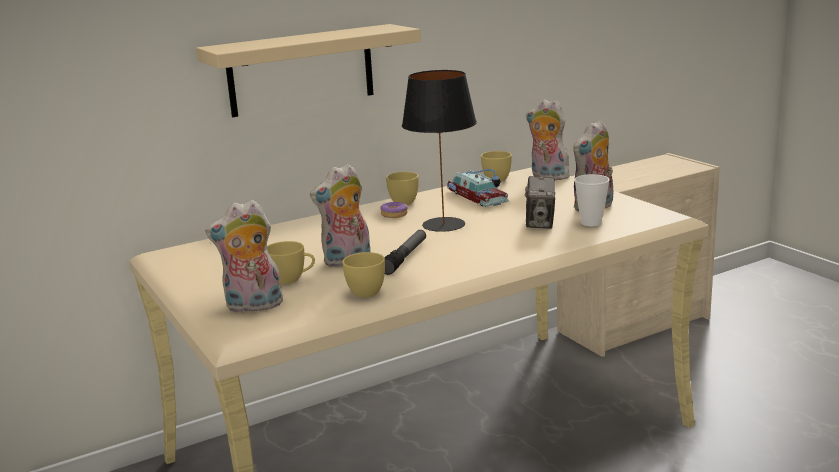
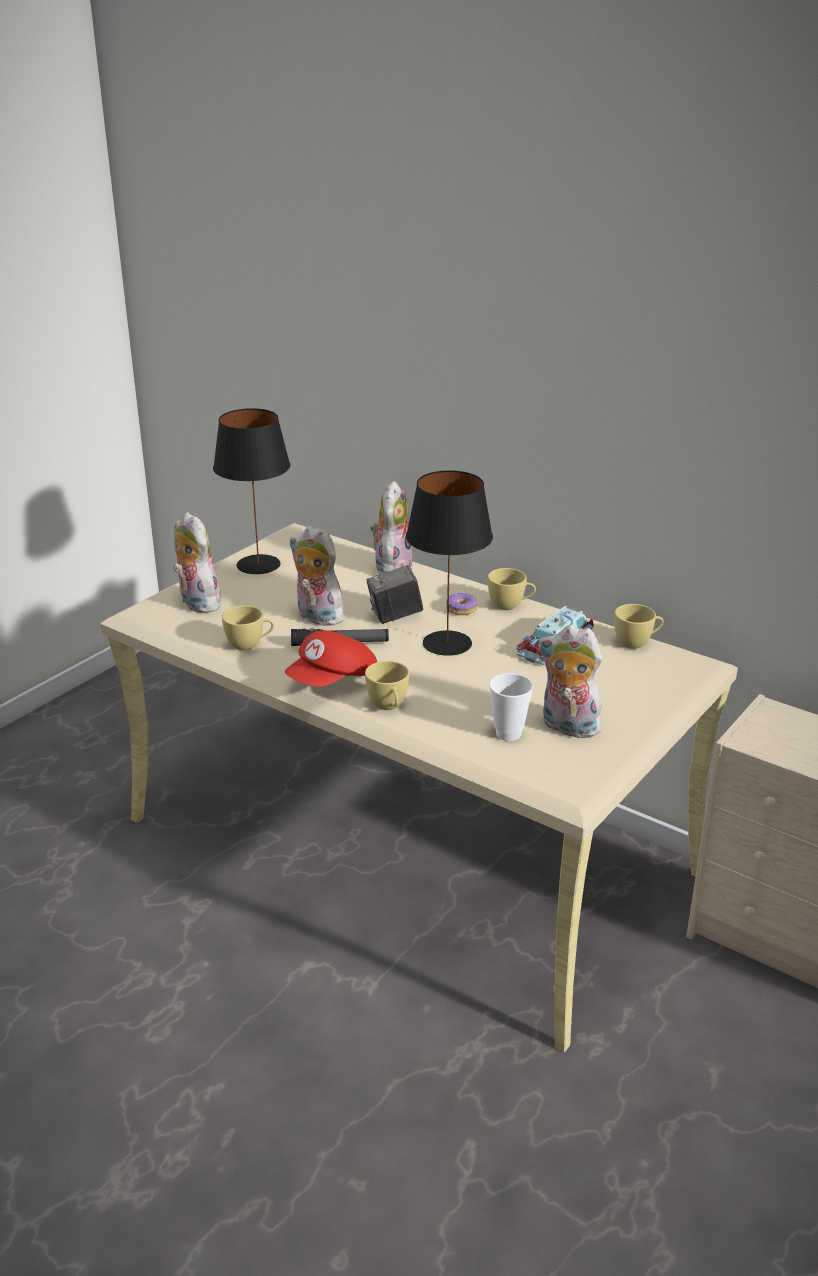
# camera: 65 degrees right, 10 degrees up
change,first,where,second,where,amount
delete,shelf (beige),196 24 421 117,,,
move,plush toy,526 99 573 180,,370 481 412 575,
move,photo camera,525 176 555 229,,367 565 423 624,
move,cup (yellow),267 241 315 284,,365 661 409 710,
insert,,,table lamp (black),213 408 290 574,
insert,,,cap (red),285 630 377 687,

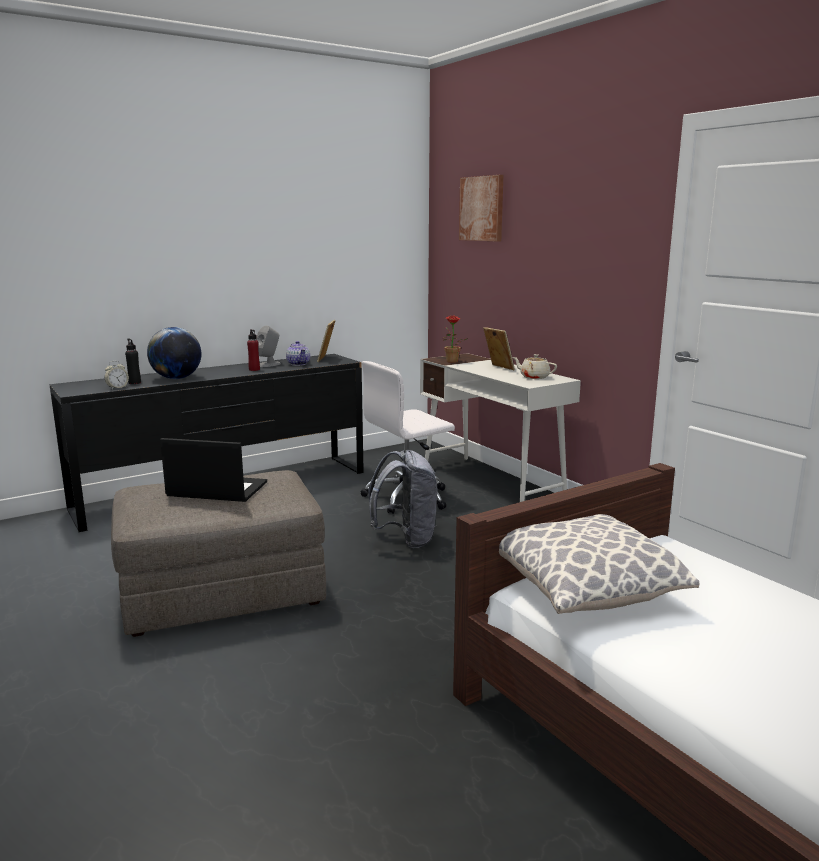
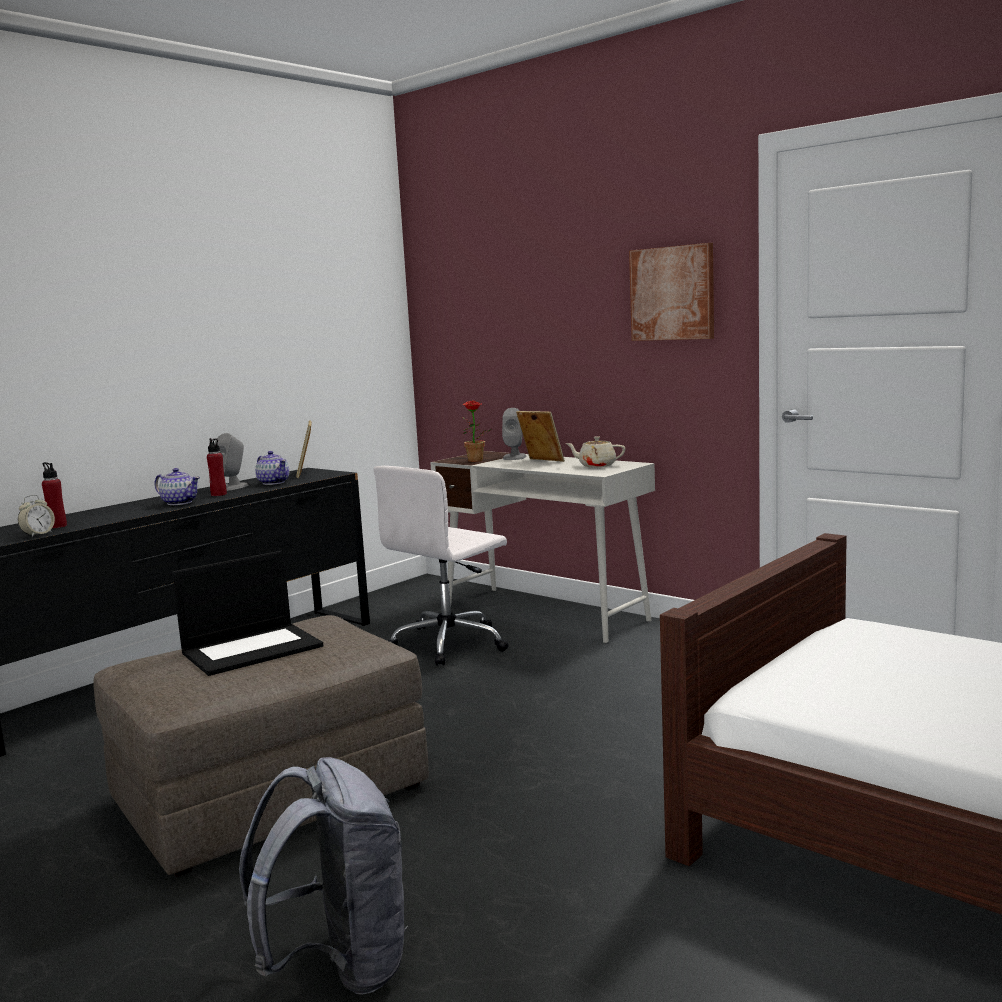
# camera: 15 degrees left, 5 degrees down
change,first,where,second,where,amount
move,picture,459 175 503 241,,629 243 714 341,
delete,globe,147 327 201 379,,,
recolor,bottle (black),125 339 141 384,bottle (red),42 462 67 528,
rotate,laptop,160 438 267 502,,172 551 323 676,150 degrees clockwise
move,backpack (grey),368 450 437 548,,239 757 408 995,
delete,pillow,499 514 699 614,,,
insert,,,speaker (grey),502 408 527 460,
insert,,,teapot,155 468 200 505,

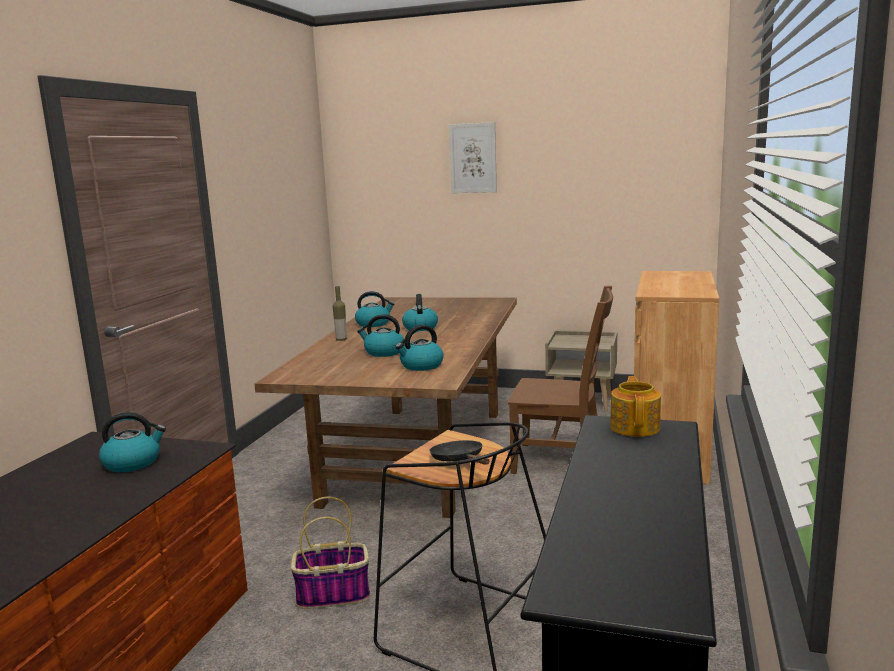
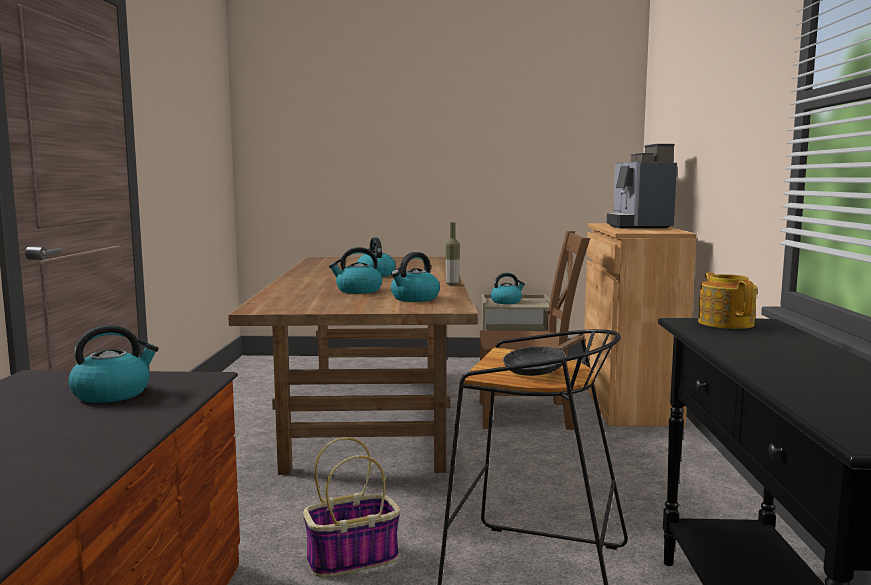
# camera: 15 degrees left, 5 degrees down
change,first,where,second,where,amount
delete,picture,449 122 497 193,,,
move,bottle,333 286 347 341,,445 222 460 285,
move,kettle,355 291 394 327,,491 273 525 304,
rotate,frying pan (black),429 440 489 465,,503 335 585 376,90 degrees counterclockwise
insert,,,coffee machine,607 144 677 229,

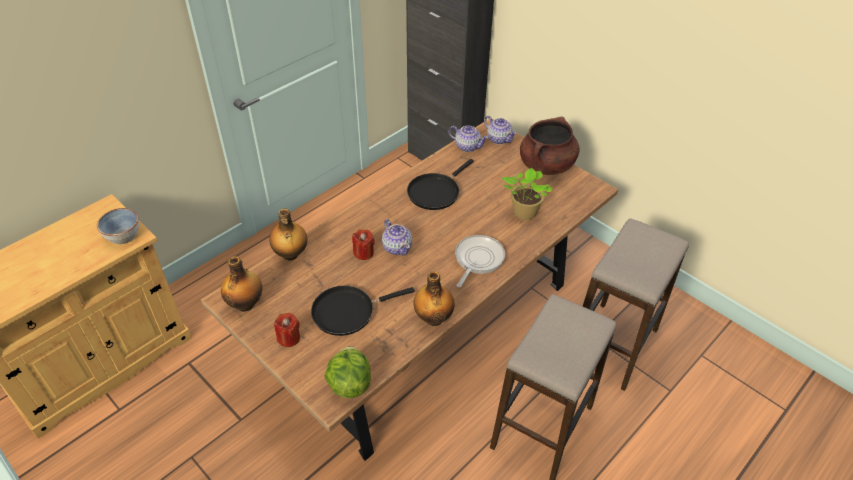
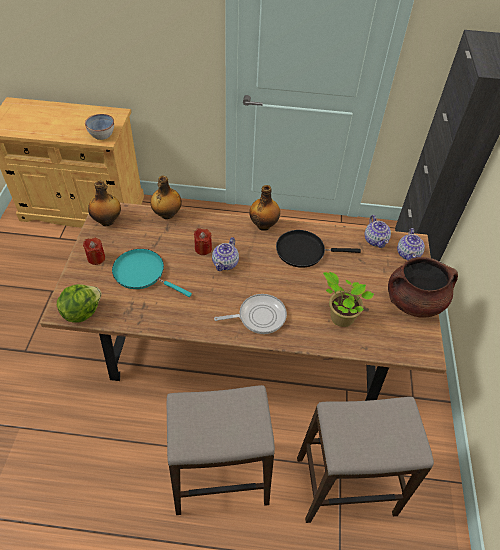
# camera: 50 degrees right, 5 degrees up
change,first,where,second,where,amount
move,bottle,414 271 455 326,,249 185 280 231,
recolor,frying pan (black),311 285 415 336,frying pan (turquoise),112 249 192 297,

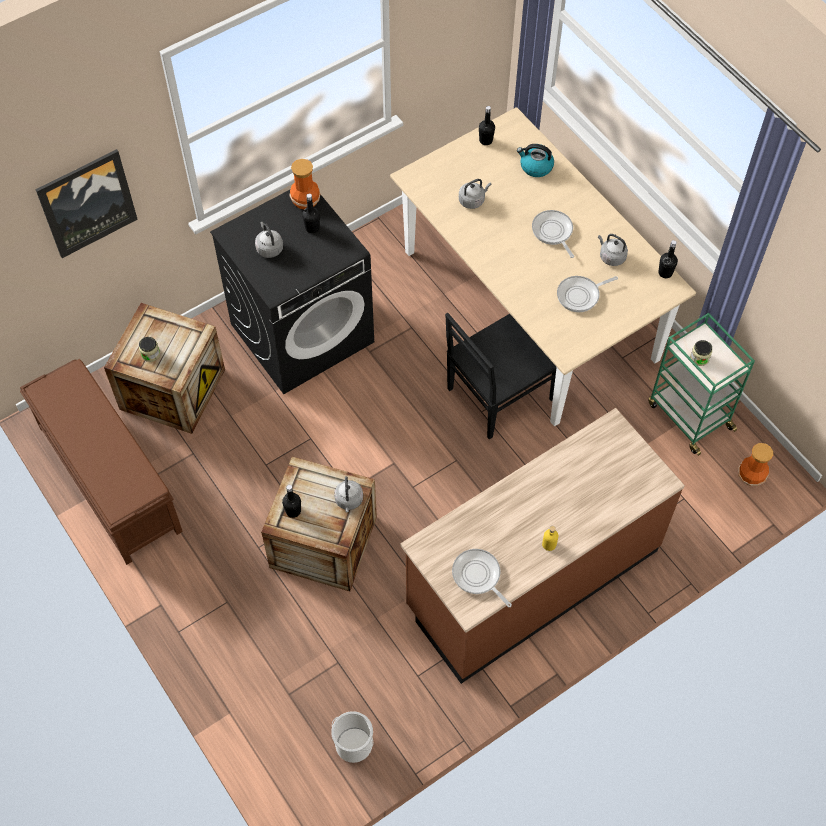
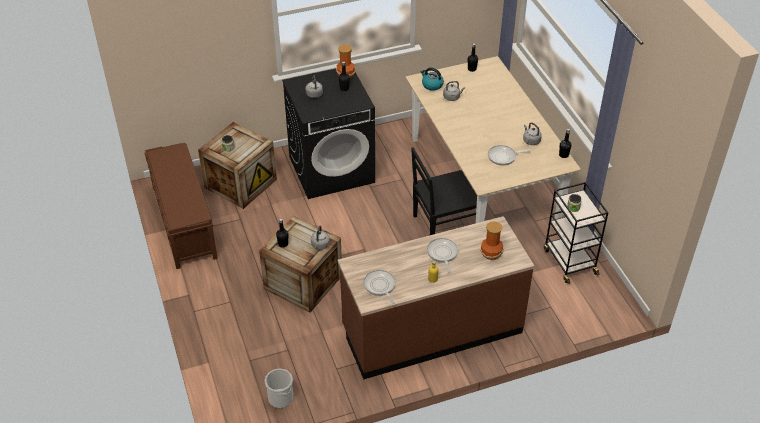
# camera: 15 degrees right, 15 degrees down
change,first,where,second,where,amount
move,kettle,517 144 554 177,,421 67 444 91,
delete,picture,35 149 138 258,,,
move,frying pan,532 210 574 258,,427 238 458 273,
recolor,cart (green),648 313 755 456,cart (black),544 182 608 284,
move,vase,738 443 773 486,,480 221 504 260,

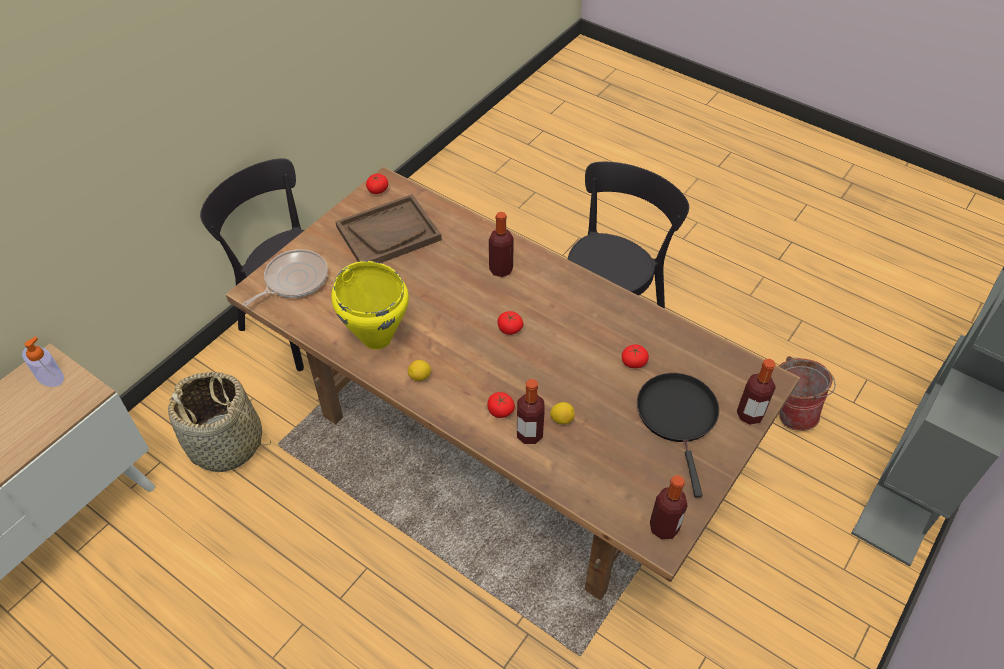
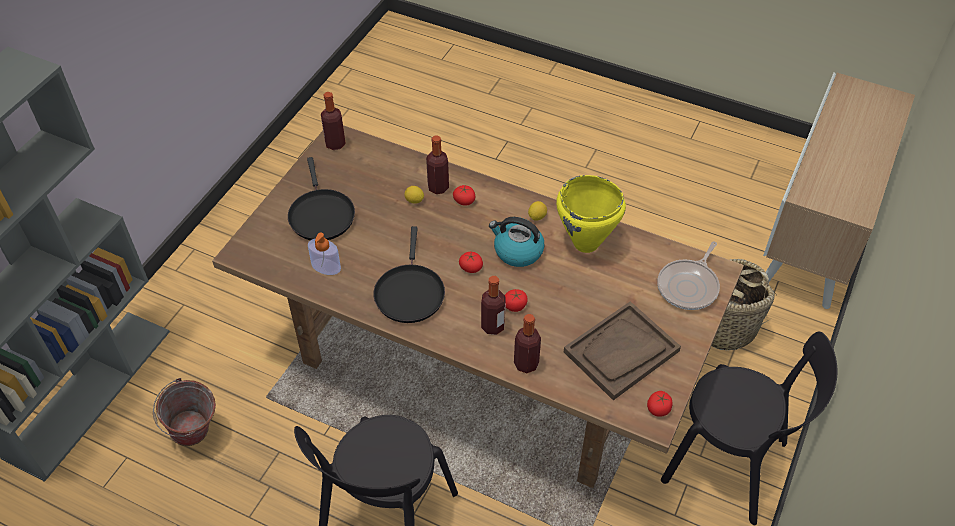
# camera: 170 degrees right, 0 degrees up
change,first,where,second,where,amount
move,soap dispenser,22 336 64 387,,308 233 341 275,
move,tomato,622 344 649 368,,505 289 528 312,
move,bottle,737 359 776 425,,514 314 541 373,
insert,,,kettle,489 217 544 267,
insert,,,frying pan (black),374 226 445 323,

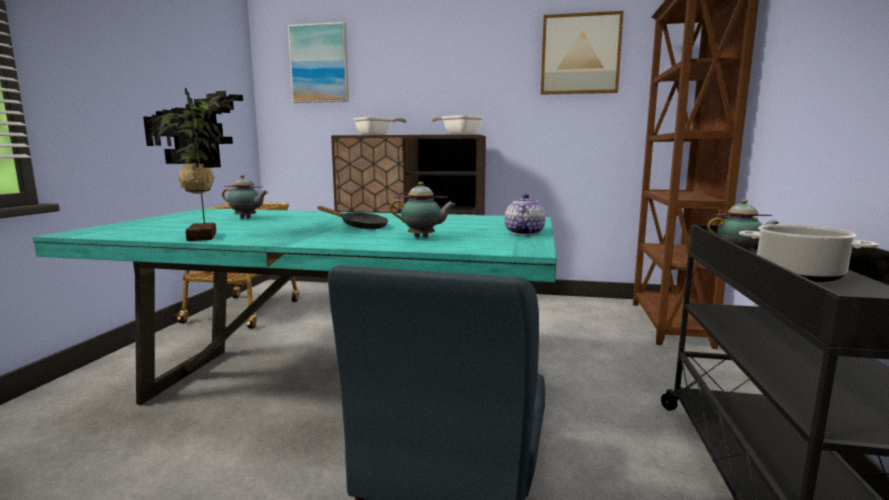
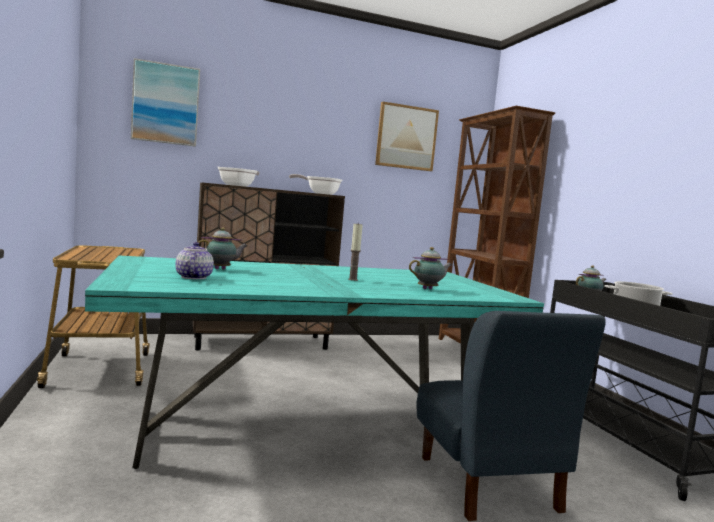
# camera: 30 degrees left, 5 degrees down
change,first,where,second,where,amount
delete,potted plant,143 88 243 241,,,
move,teapot,505 193 546 235,,175 242 214 279,
replace,frying pan (black),318 206 388 229,candle,348 222 363 281,

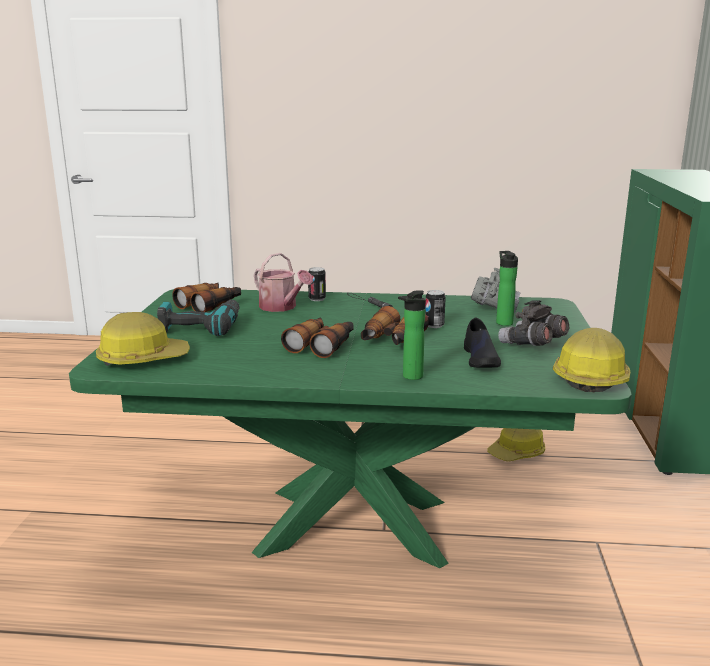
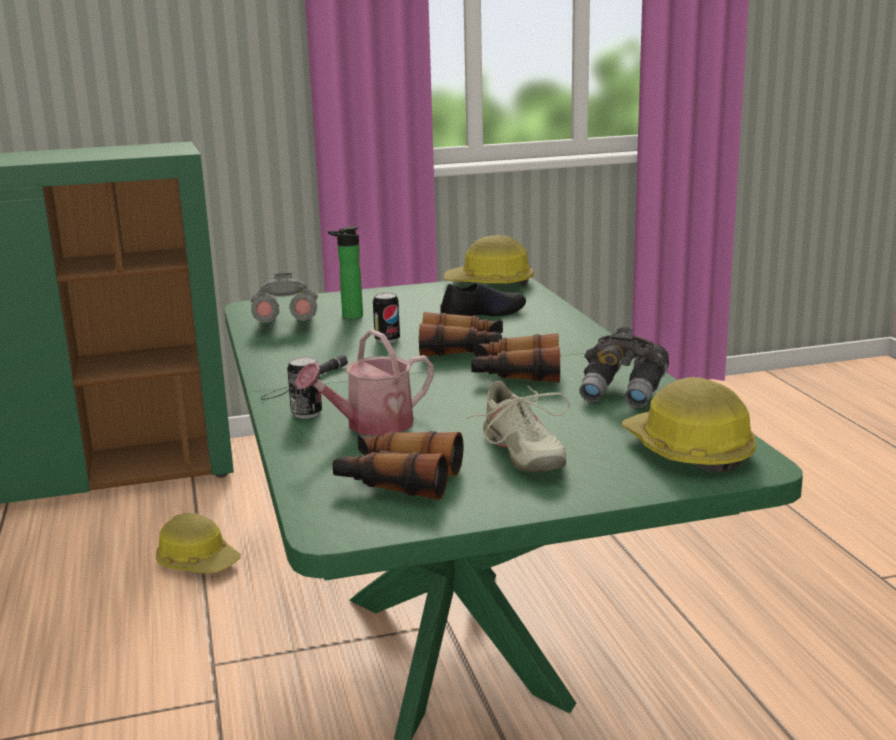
# camera: 110 degrees left, 0 degrees up
change,first,where,second,where,amount
rotate,watering can,254 253 313 312,,295 329 434 436,150 degrees counterclockwise
delete,bottle,398 290 426 380,,,
replace,power drill,157 299 240 336,shoe (beige),466 381 569 472,
move,binoculars (grey),498 300 569 346,,579 327 669 408,

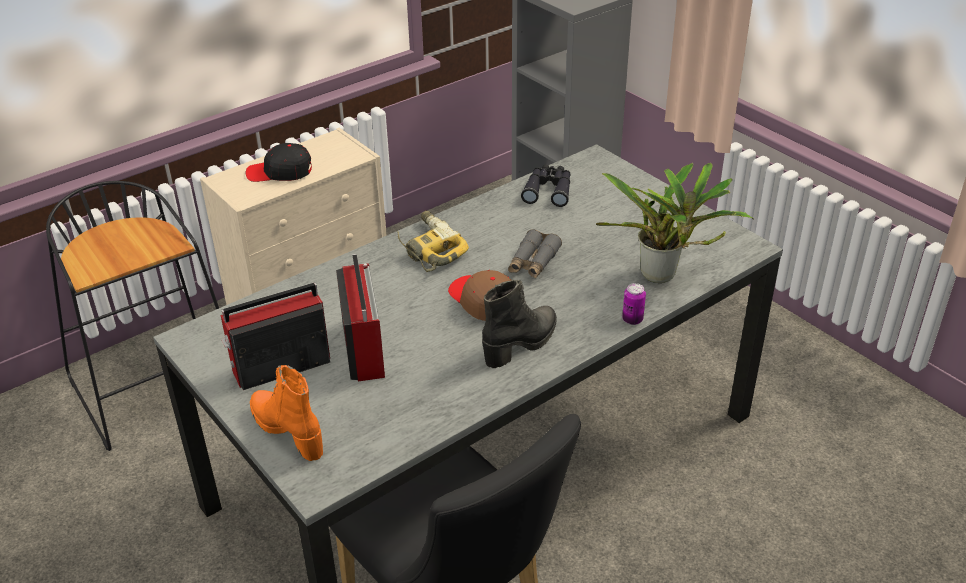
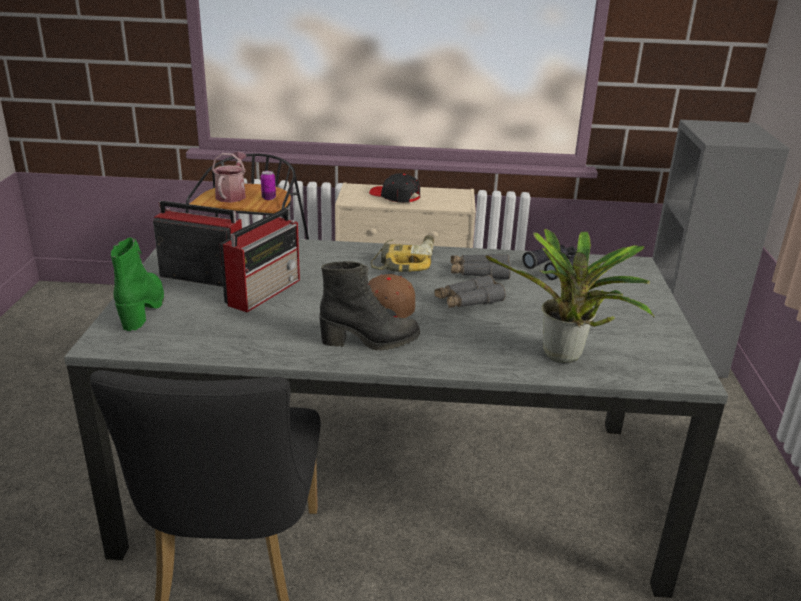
# camera: 40 degrees right, 10 degrees down
change,first,where,second,where,amount
move,can,622 283 646 325,,261 171 276 200,
recolor,boot (orange),250 365 323 461,boot (green),111 238 164 331,
insert,,,watering can,212 152 247 203,
insert,,,binoculars (grey),451 254 511 280,

